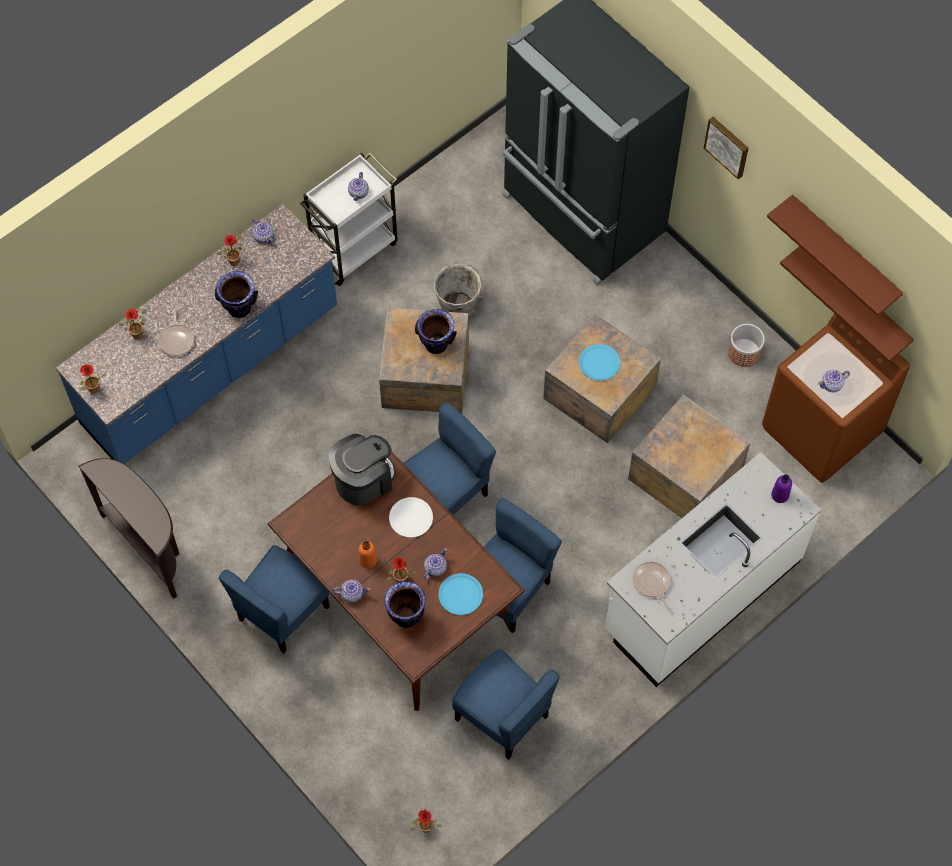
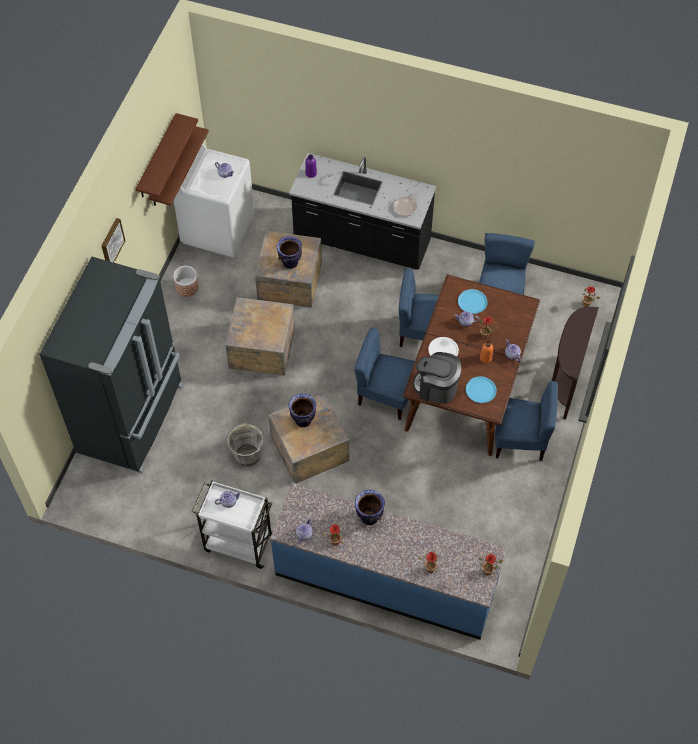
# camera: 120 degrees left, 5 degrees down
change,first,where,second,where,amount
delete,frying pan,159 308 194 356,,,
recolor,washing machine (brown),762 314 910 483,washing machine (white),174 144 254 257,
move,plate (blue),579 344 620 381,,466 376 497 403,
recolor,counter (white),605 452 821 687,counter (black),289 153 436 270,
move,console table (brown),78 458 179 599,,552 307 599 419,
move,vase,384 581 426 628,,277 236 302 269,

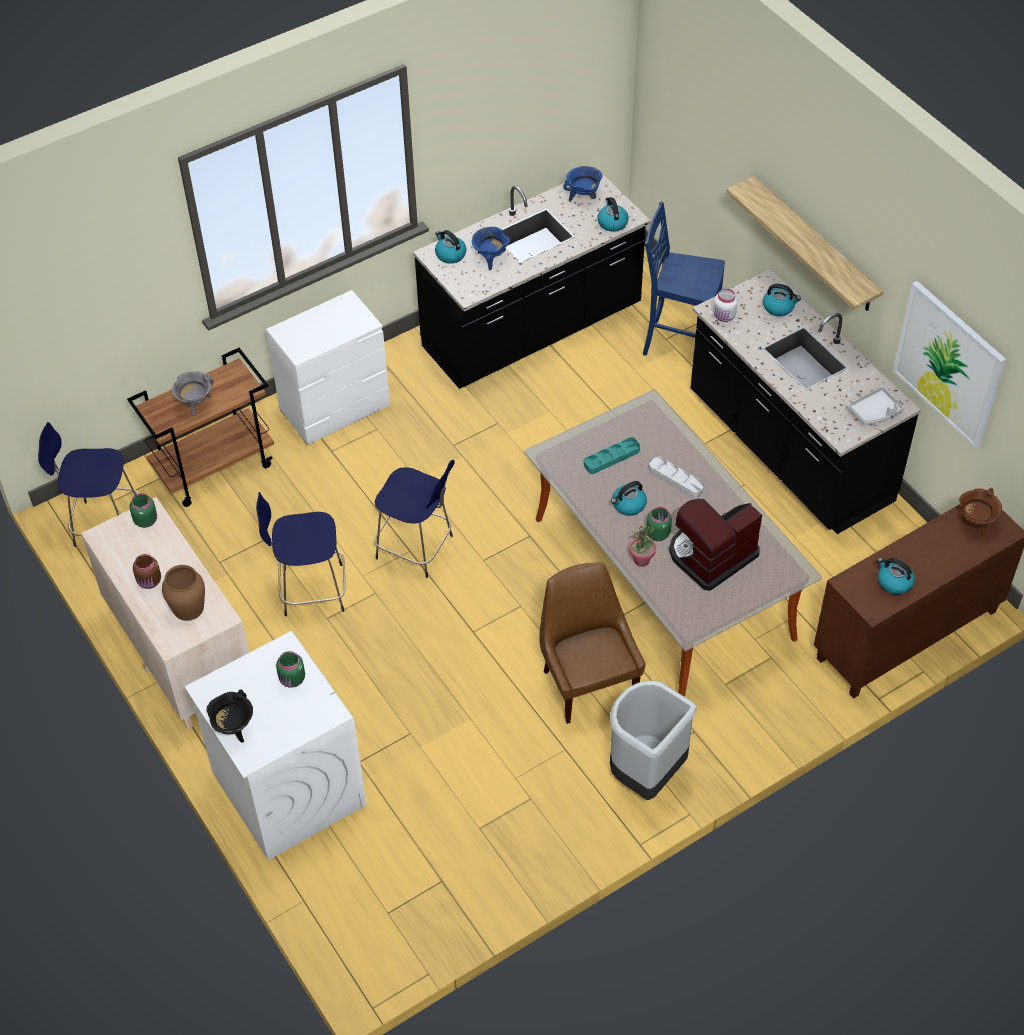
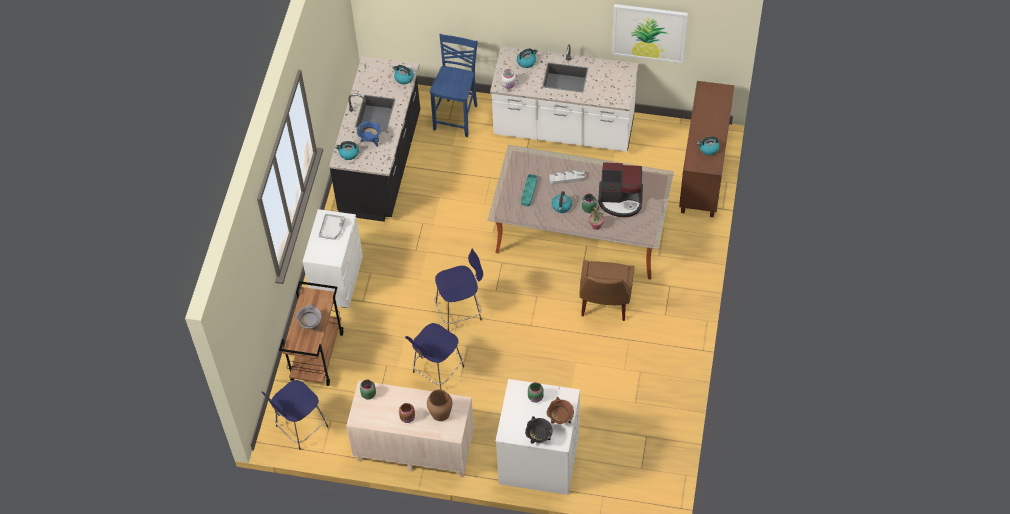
# camera: 45 degrees left, 5 degrees up
change,first,where,second,where,amount
delete,cooking pot (blue),563 166 603 202,,,
delete,shelf,726 176 883 311,,,
rotate,chair (blue),643 202 725 355,,430 34 478 137,135 degrees clockwise
recolor,counter (black),690 269 921 534,counter (white),490 44 638 152,
move,tray (grey),847 386 904 425,,318 214 345 240,
move,cooking pot (brown),959 488 1002 536,,547 397 574 424,
rotate,coffee machine,669 499 762 590,,598 162 643 217,90 degrees counterclockwise
rotate,chair (brown),539 562 646 724,,580 260 635 321,105 degrees counterclockwise
delete,trash can (grey),610 680 697 800,,,

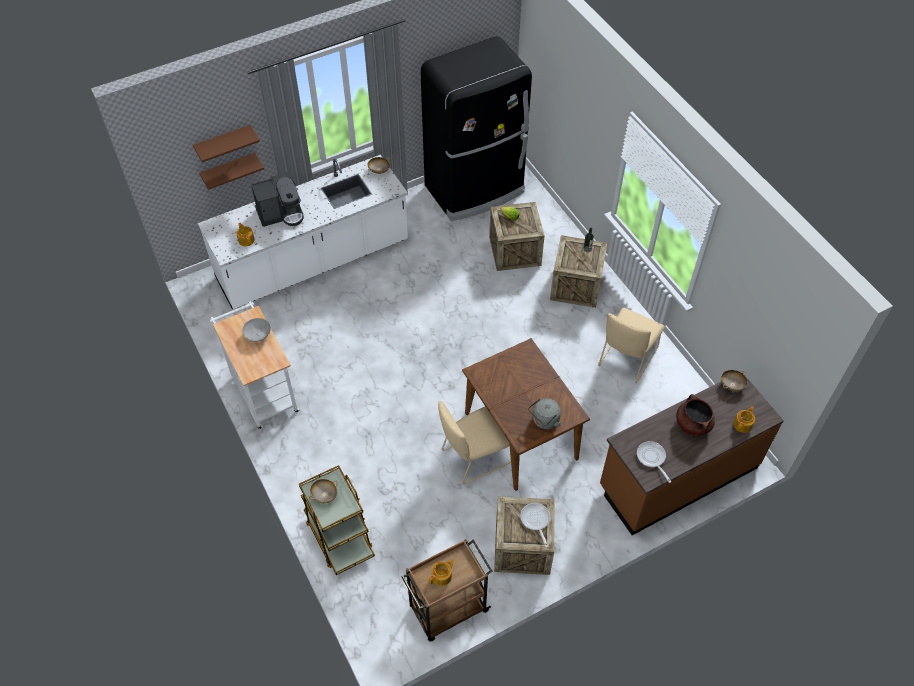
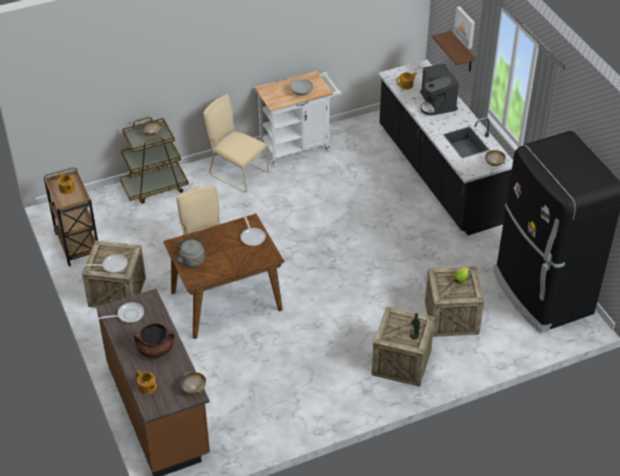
# camera: 95 degrees right, 10 degrees down
change,first,where,second,where,amount
replace,shelf (brown),193 125 260 162,picture,454 6 475 49,
recolor,counter (white),198 155 408 309,counter (black),379 60 513 236,
move,chair (beige),598 308 665 383,,203 94 269 192,
insert,,,frying pan,240 215 266 246,

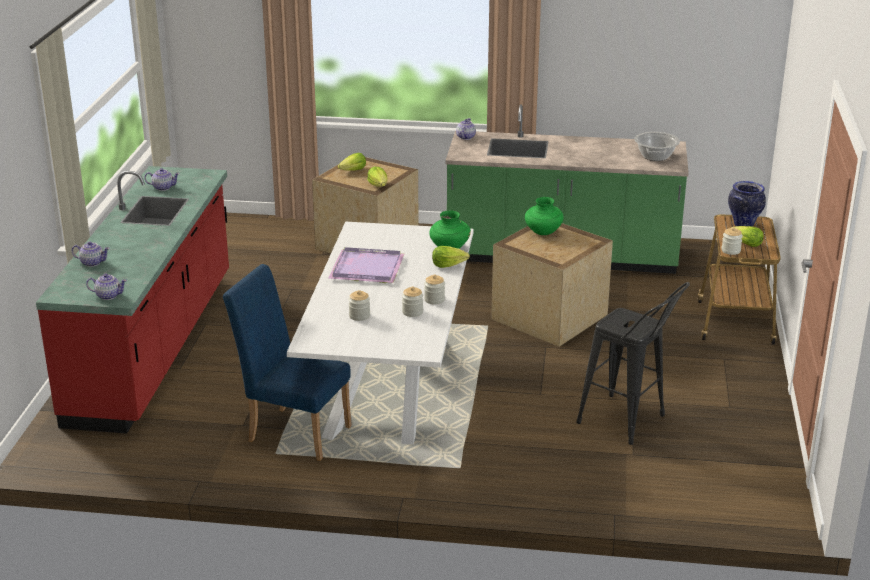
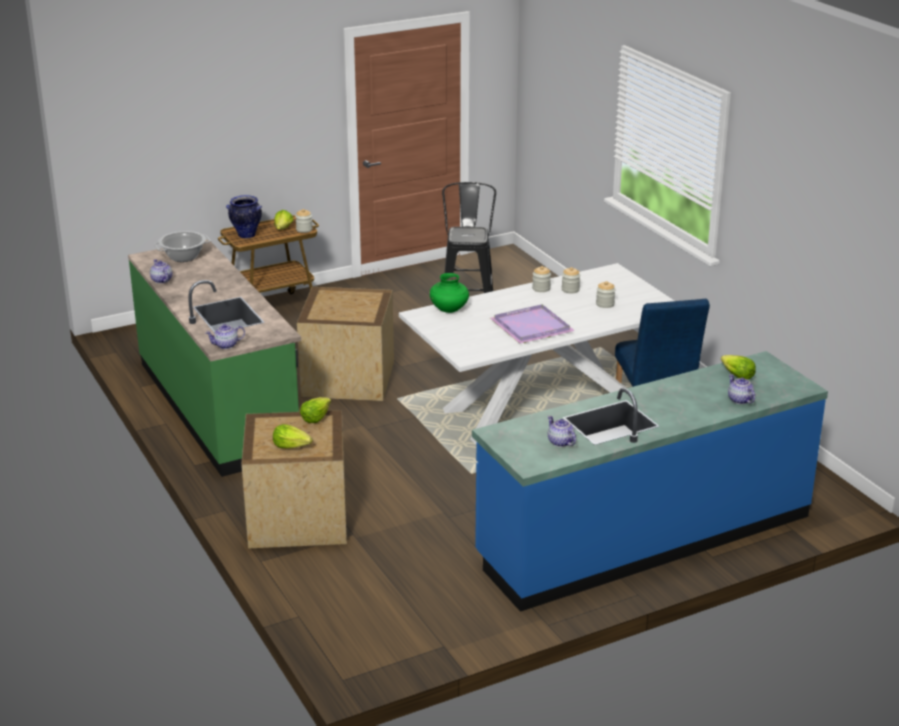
# camera: 125 degrees left, 0 degrees up
change,first,where,second,where,amount
recolor,counter (red),36 166 229 434,counter (blue),472 351 828 612,
delete,vase (green),525 197 564 235,,,
move,lettuce,432 246 470 268,,721 355 756 380,
move,teapot,86 274 127 300,,150 259 172 284,

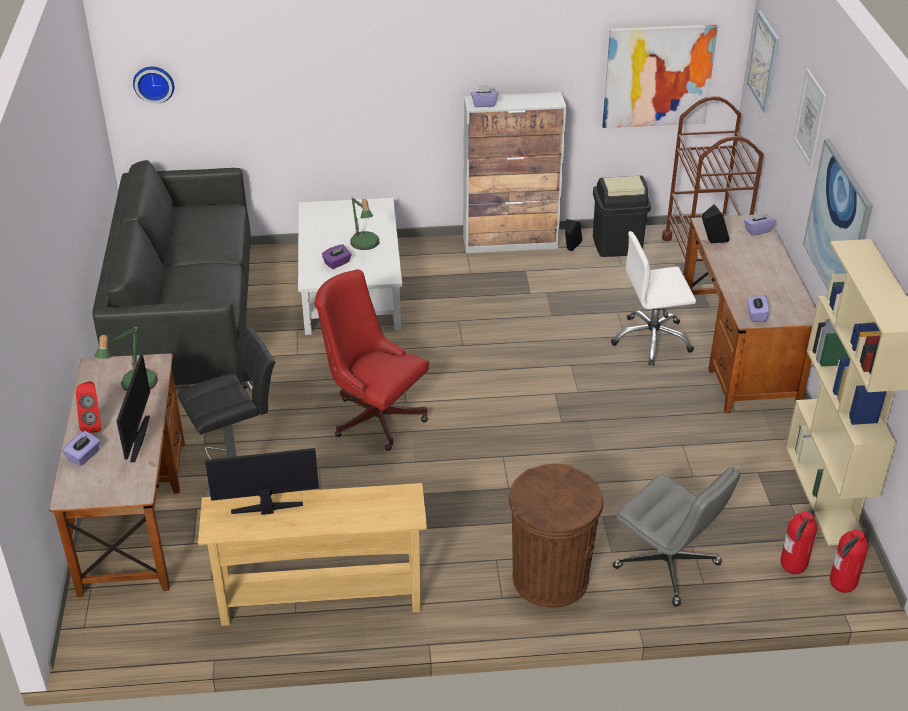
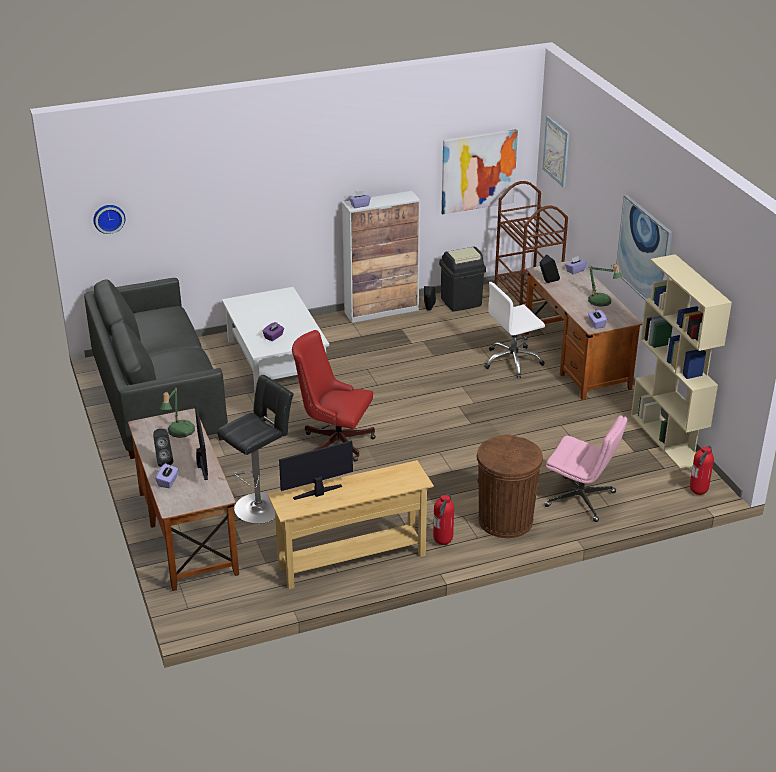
# camera: 15 degrees left, 5 degrees down
change,first,where,second,where,amount
delete,picture,793 69 826 168,,,
move,table lamp,350 196 379 250,,588 264 623 307,
recolor,speaker (red),76 381 101 433,speaker (black),153 429 173 467,
recolor,office chair (grey),613 467 741 607,office chair (pink),544 416 627 522,
move,fire extinguisher,781 509 817 574,,433 493 454 545,

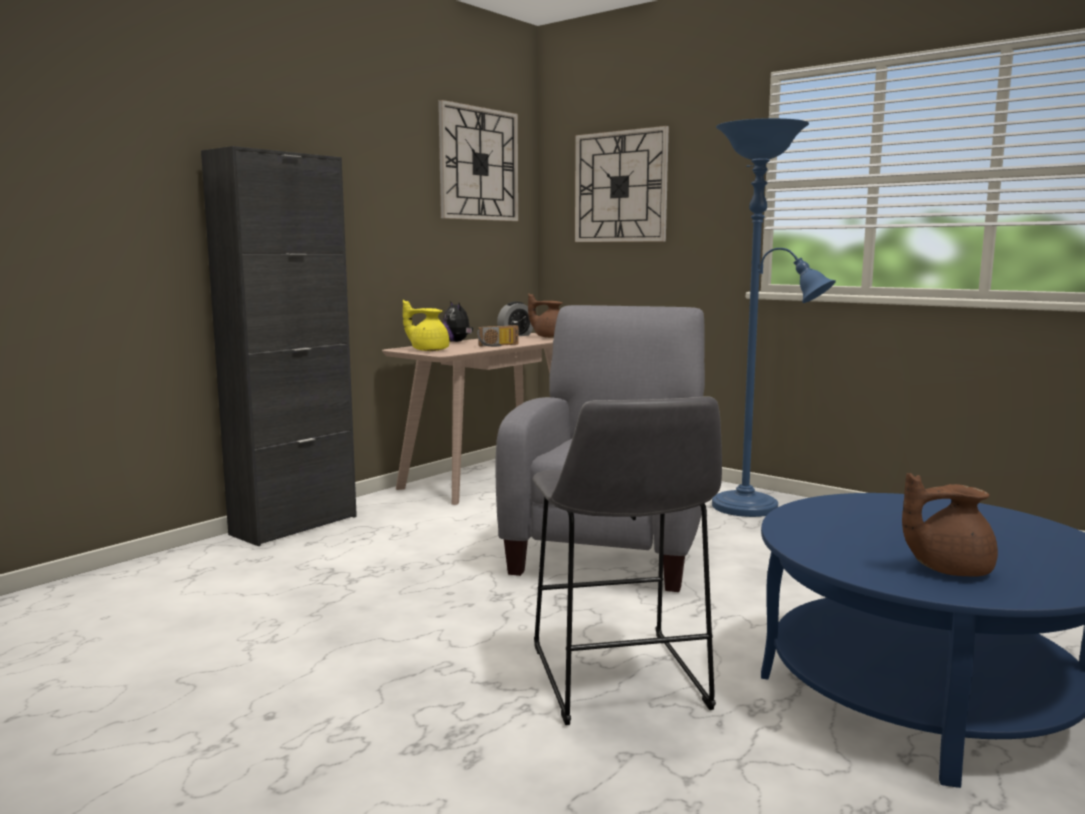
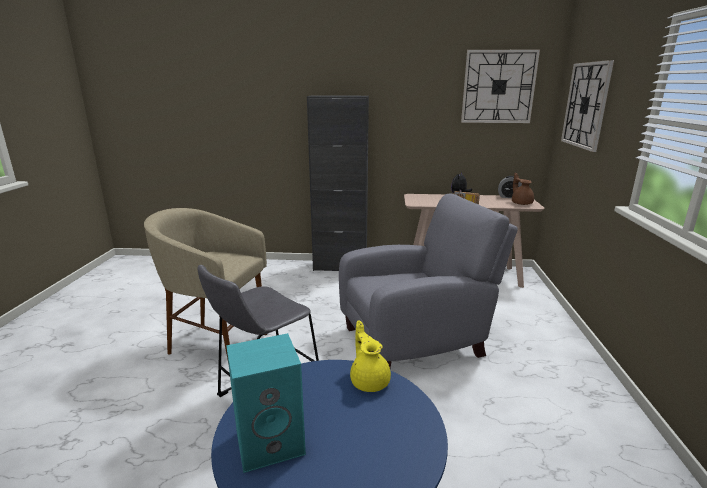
# camera: 55 degrees right, 10 degrees up
change,first,where,second,where,amount
delete,floor lamp (blue),712 118 836 517,,,
move,teapot (yellow),403 300 449 351,,350 321 391 392,
replace,teapot (brown),902 473 998 576,speaker (turquoise),226 333 306 473,
insert,,,stool (beige),144 208 267 365,

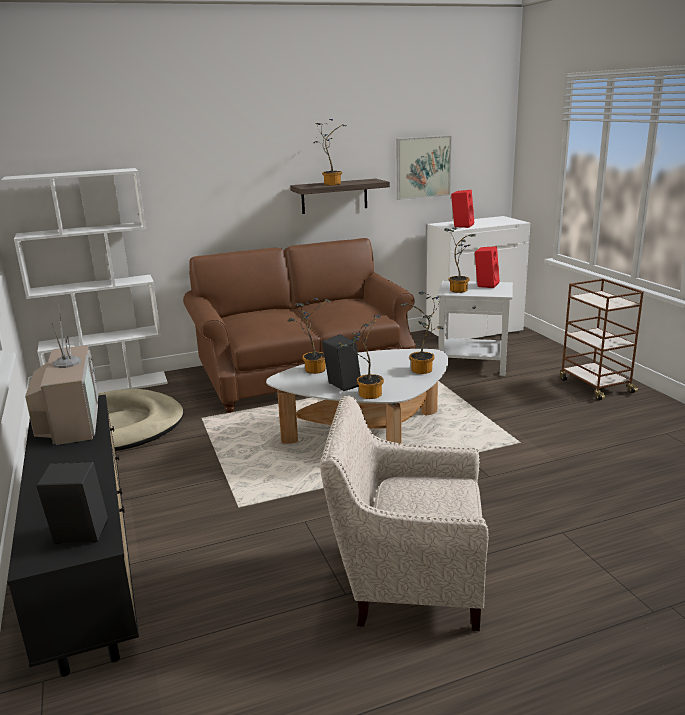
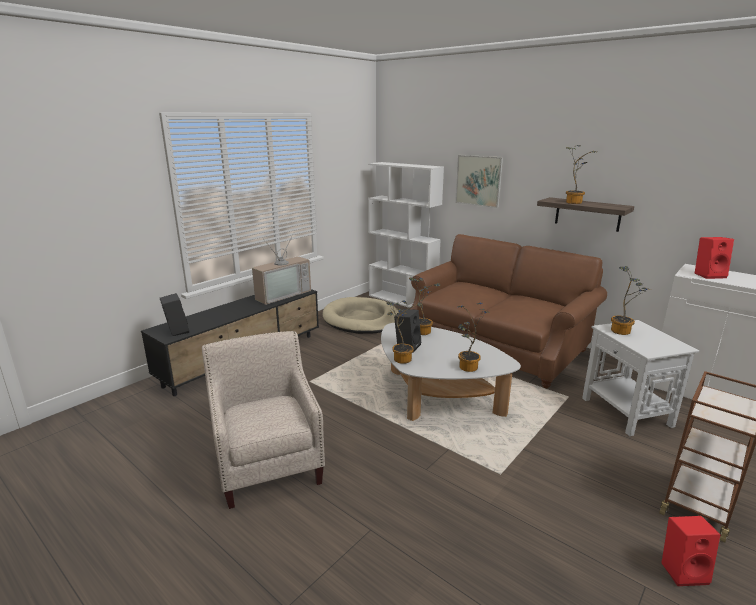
# camera: 60 degrees right, 0 degrees up
change,first,where,second,where,amount
move,picture,397 136 451 200,,455 155 503 208,
move,speaker (red),475 246 500 288,,661 516 720 586,

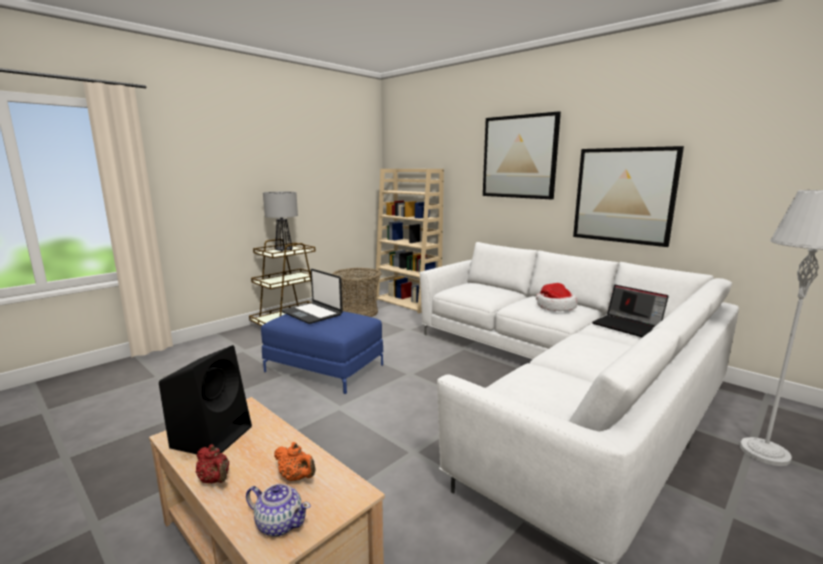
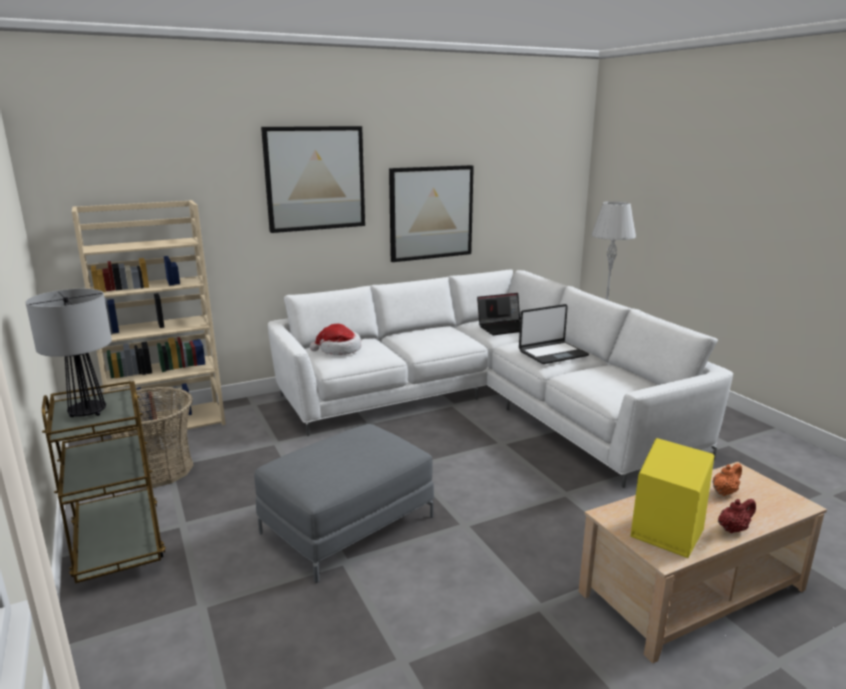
# camera: 70 degrees left, 5 degrees up
change,first,where,second,where,amount
move,laptop,282 269 343 324,,519 304 589 364,
move,hat,536 283 577 311,,310 324 362 355,
recolor,ottoman (blue),261 311 384 394,ottoman (grey),254 424 434 583,
recolor,speaker (black),159 345 252 454,speaker (yellow),631 438 714 558,
delete,teapot,246 484 311 537,,,

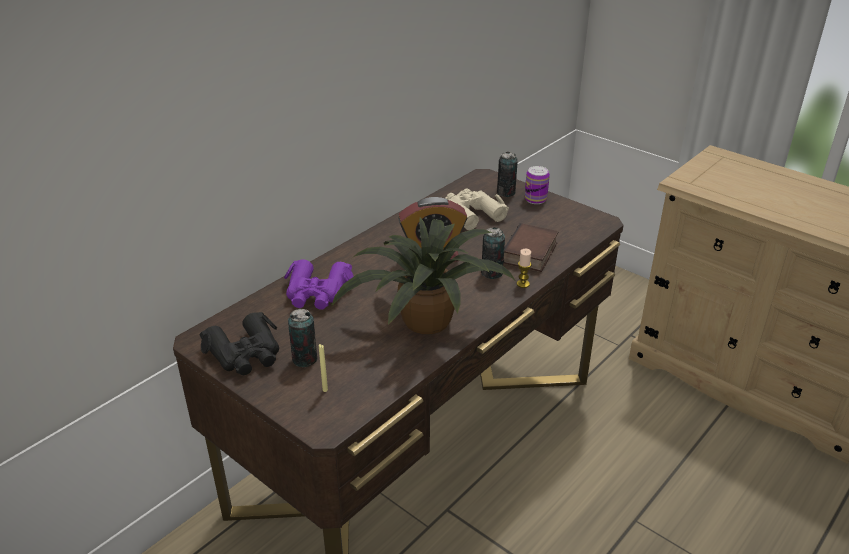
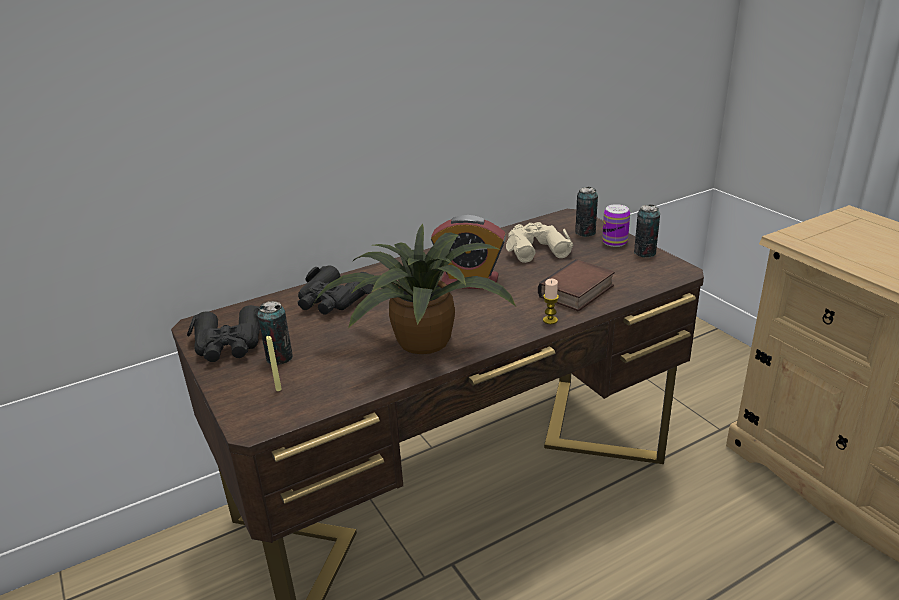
# camera: 20 degrees right, 5 degrees down
change,first,where,second,where,amount
move,can,481 227 505 279,,634 205 660 258,
recolor,binoculars (purple),284 259 354 310,binoculars (black),298 265 374 314,

